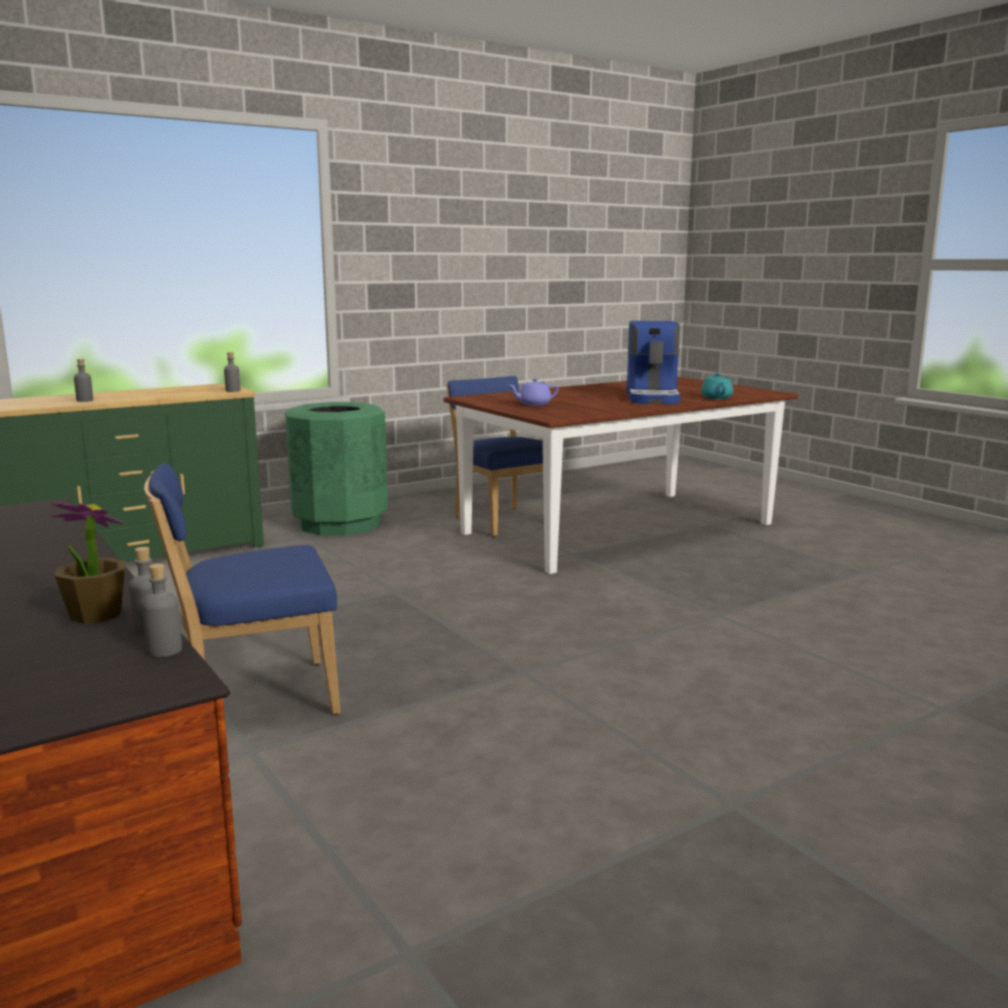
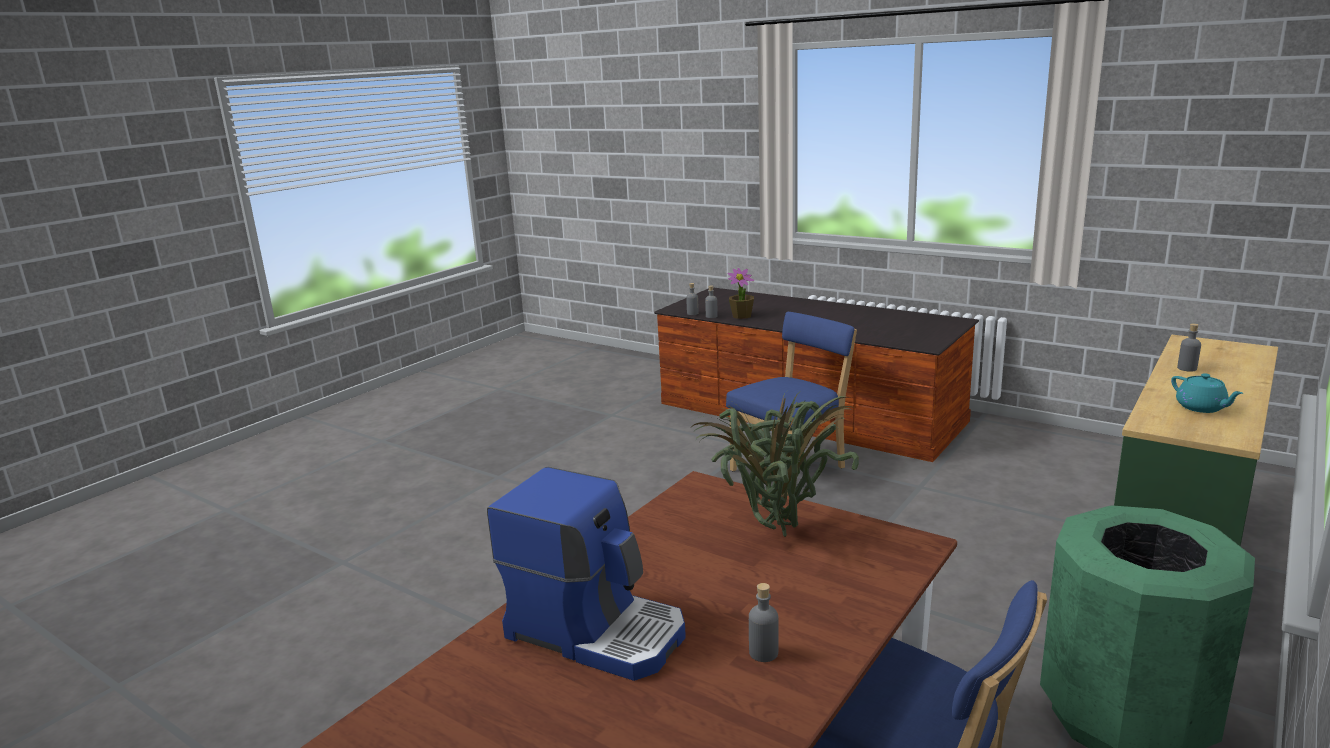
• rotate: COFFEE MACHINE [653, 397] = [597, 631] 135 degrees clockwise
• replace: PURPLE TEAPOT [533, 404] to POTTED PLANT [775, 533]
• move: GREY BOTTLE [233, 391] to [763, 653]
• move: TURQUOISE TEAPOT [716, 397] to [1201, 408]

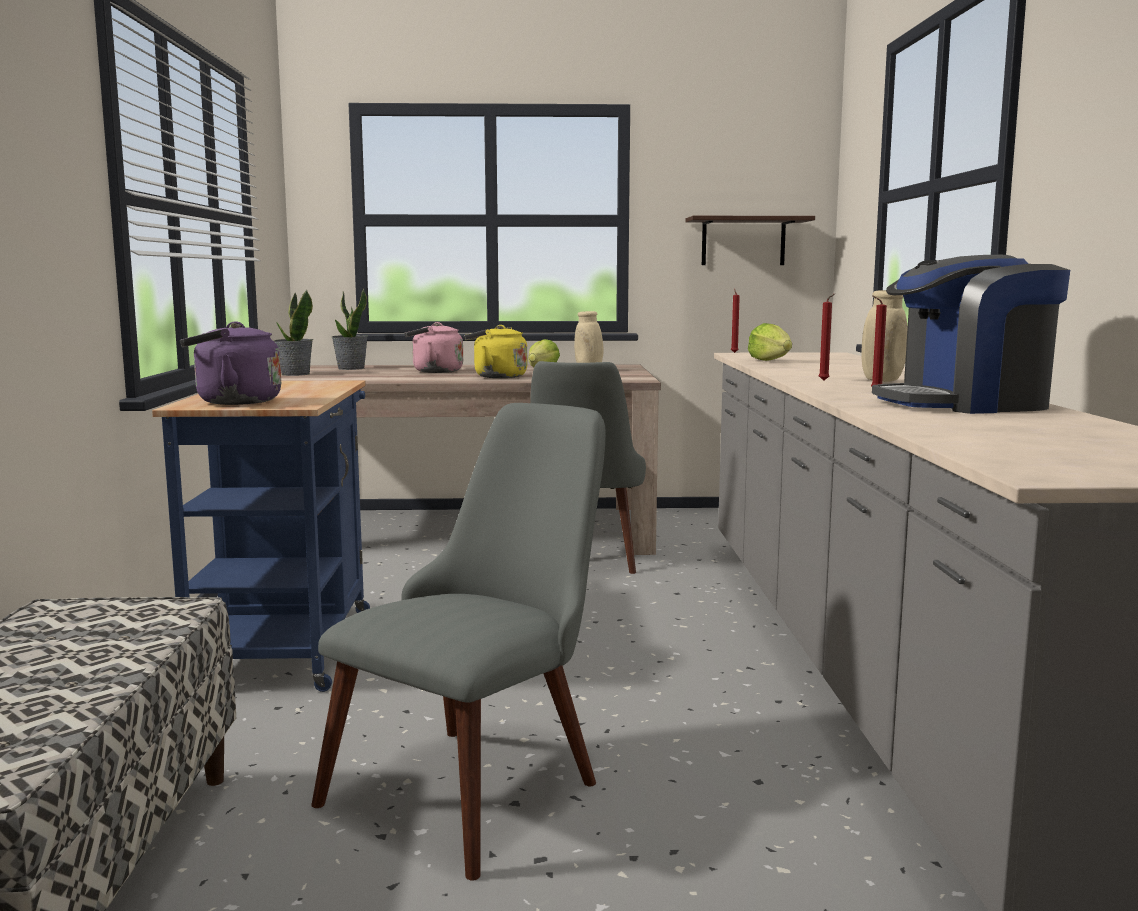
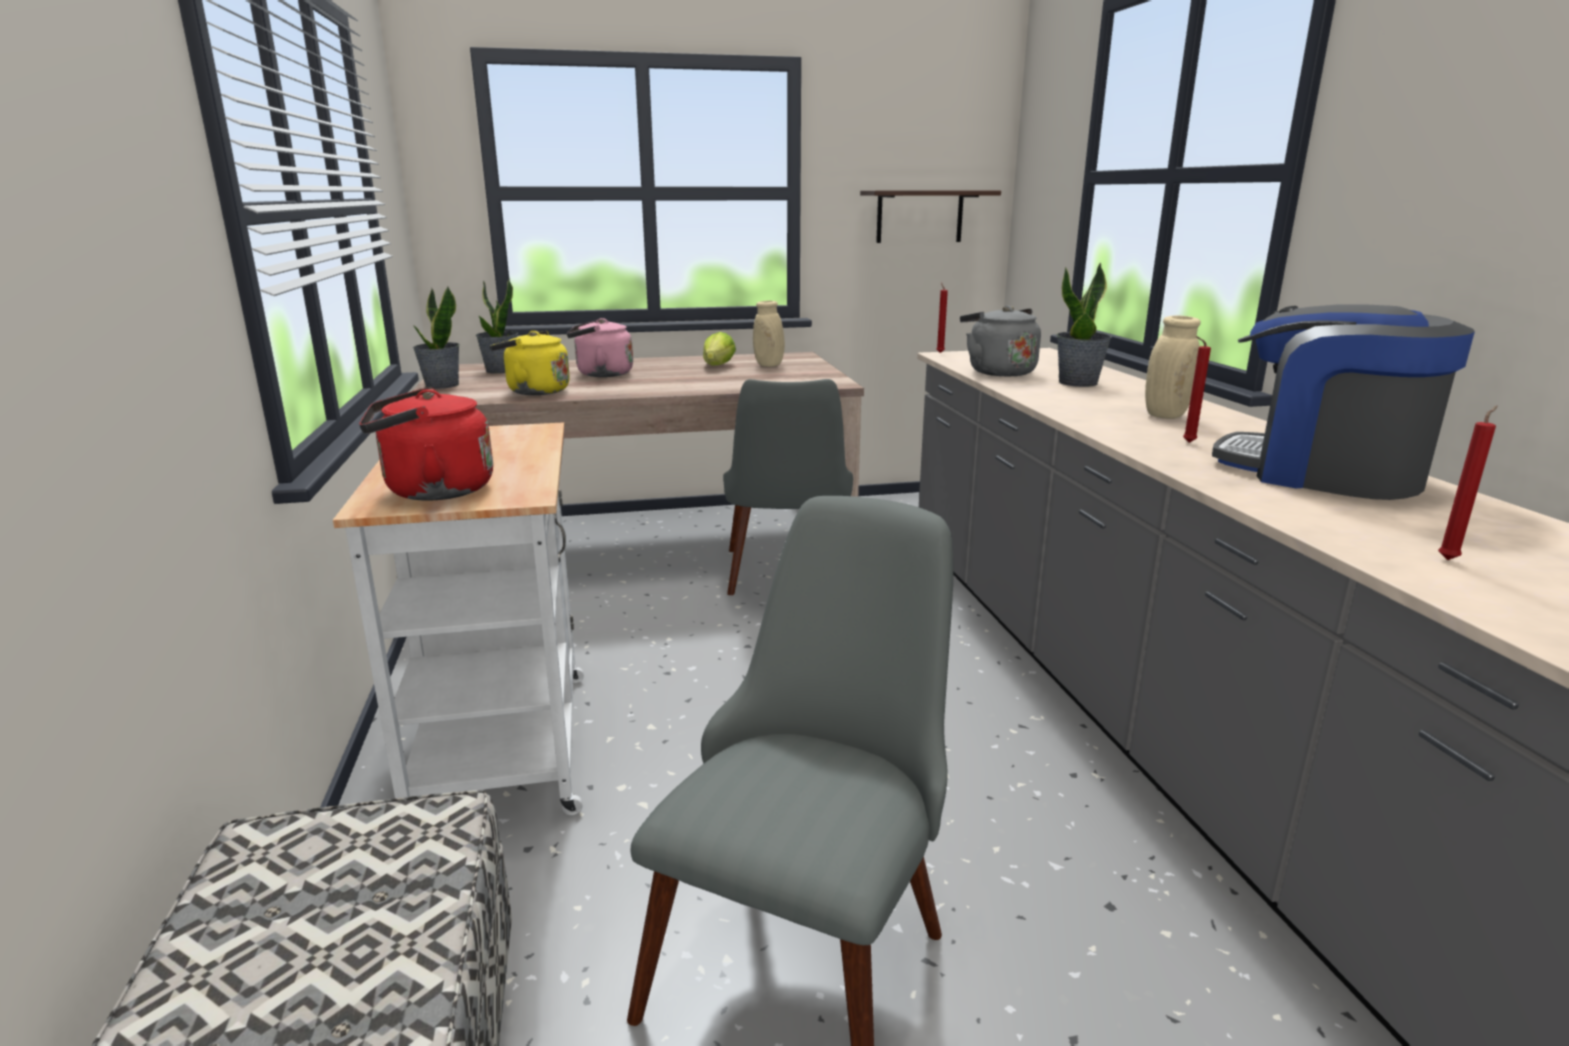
• recolor: BLUE CART [288, 643] to WHITE CART [504, 736]
• recolor: PURPLE KETTLE [233, 402] to RED KETTLE [432, 491]
• move: YELLOW KETTLE [496, 376] to [534, 391]
• replace: LETTUCE [770, 361] to GREY KETTLE [998, 372]
• insert: POTTED PLANT [1078, 383]
• rotate: COFFEE MACHINE [966, 404] = [1320, 473] 60 degrees clockwise
• move: RED CANDLE [825, 380] to [1449, 559]

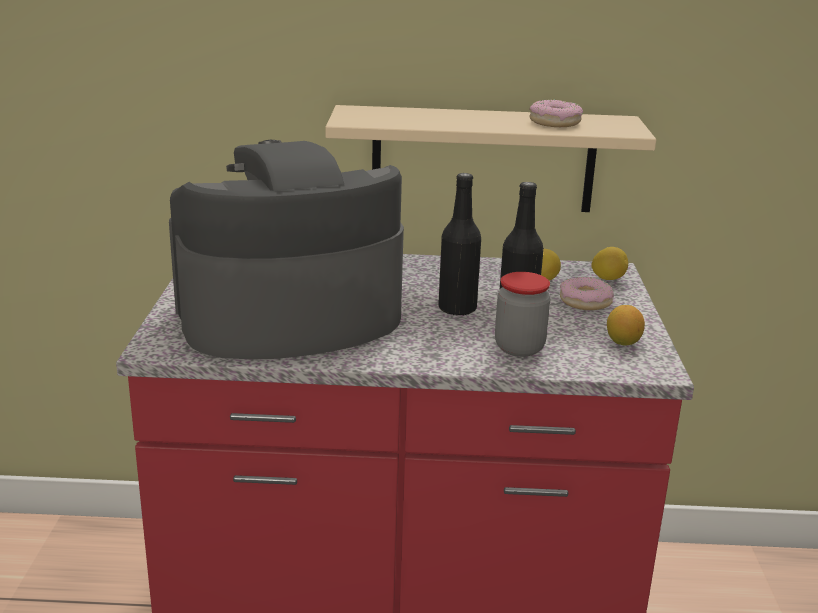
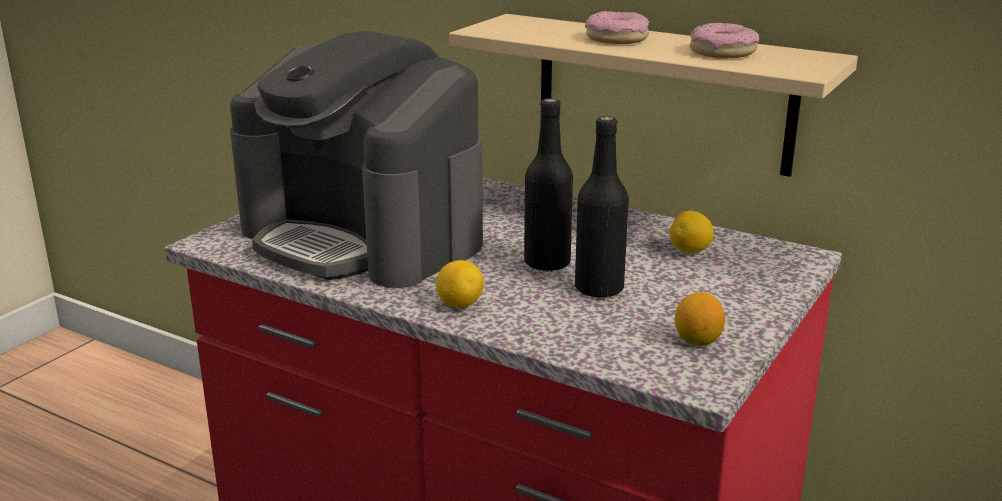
• rotate: COFFEE MACHINE [288, 316] = [364, 236] 150 degrees counterclockwise
• move: LEMON [608, 279] to [459, 305]
• move: DONUT [585, 302] to [617, 38]
• delete: JAR [519, 348]

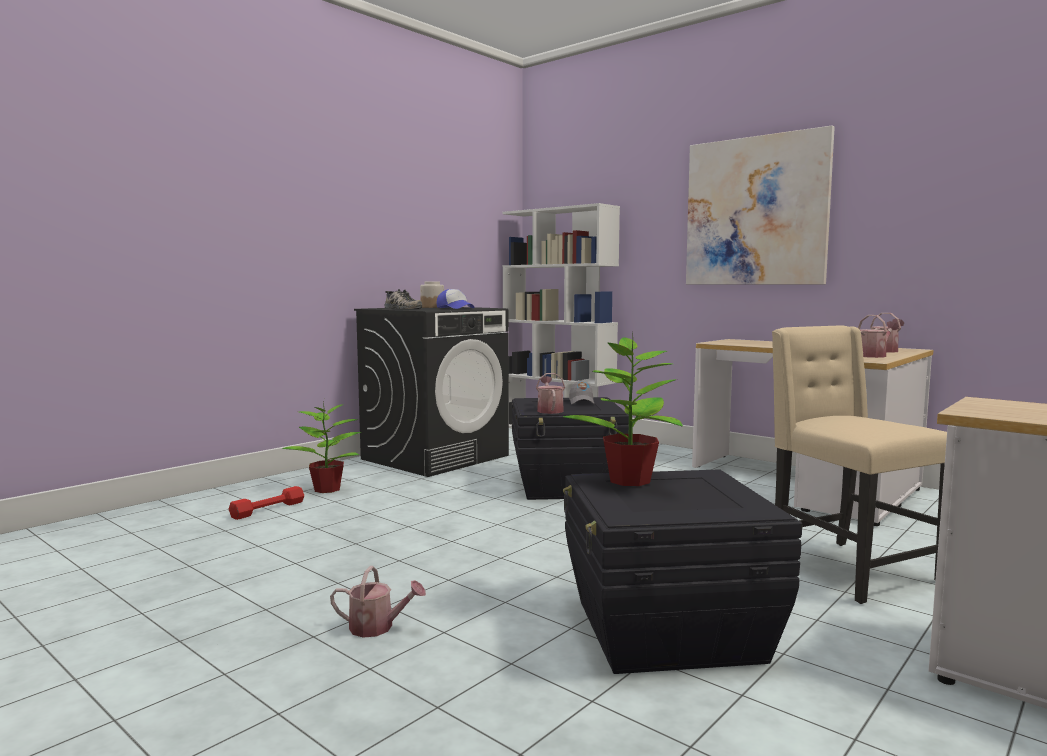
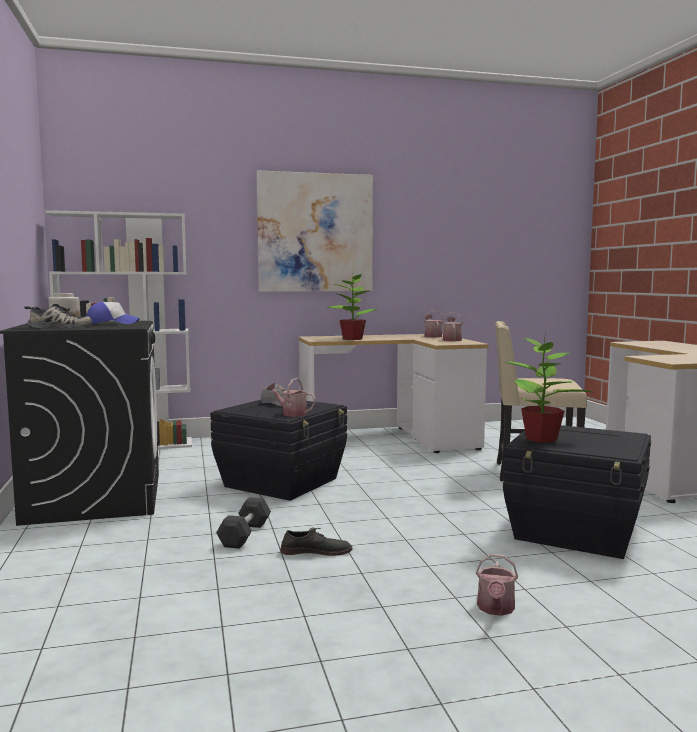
• insert: BLACK DUMBBELL [245, 534]
• insert: GREY SHOE [316, 551]
• move: POTTED PLANT [328, 489] to [352, 339]
• rotate: WATERING CAN [377, 627] = [495, 609] 150 degrees clockwise
• delete: RED DUMBBELL [267, 509]

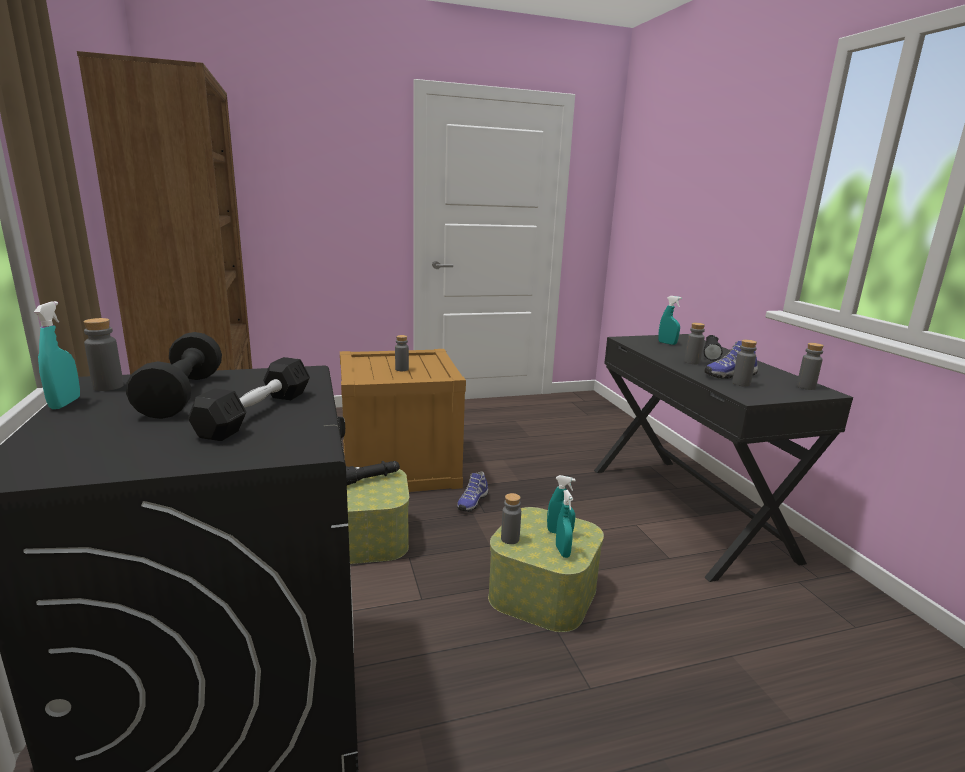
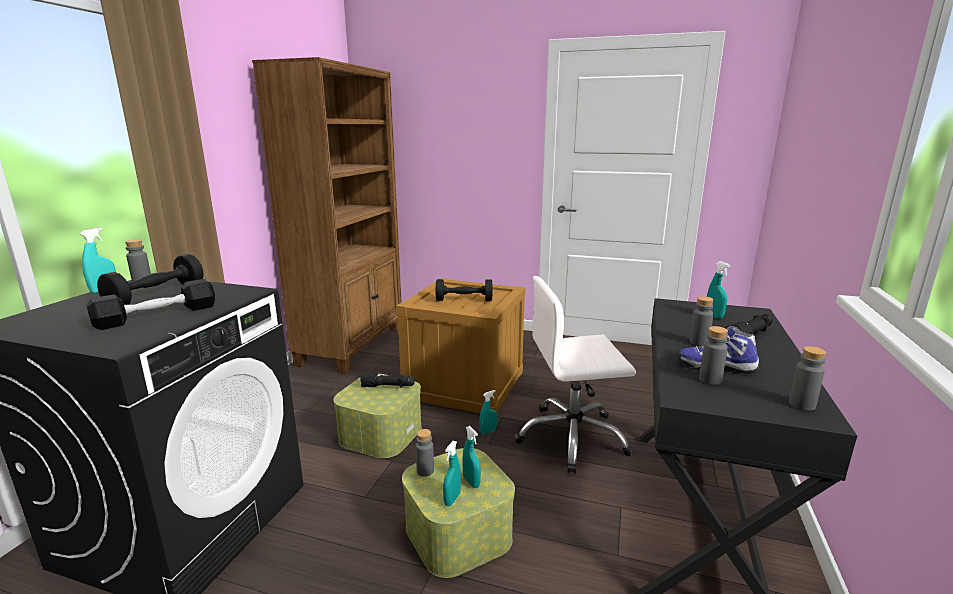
• replace: GREY BOTTLE [401, 369] to BLACK DUMBBELL [464, 300]
• replace: SHOE [472, 502] to TURQUOISE SPRAY BOTTLE [488, 431]
• insert: WHITE OFFICE CHAIR [572, 438]

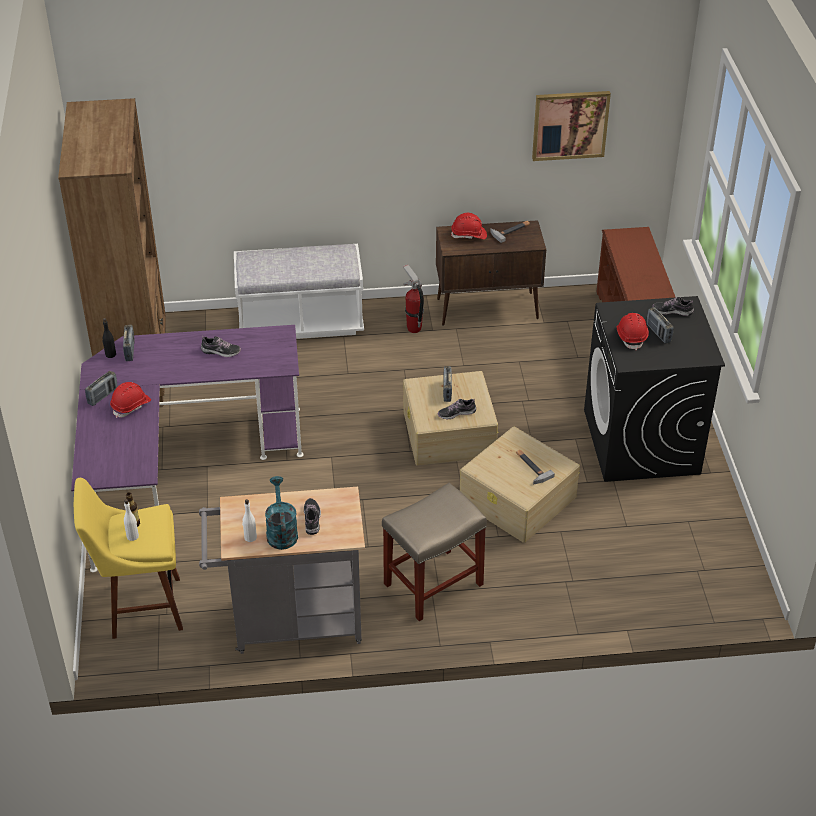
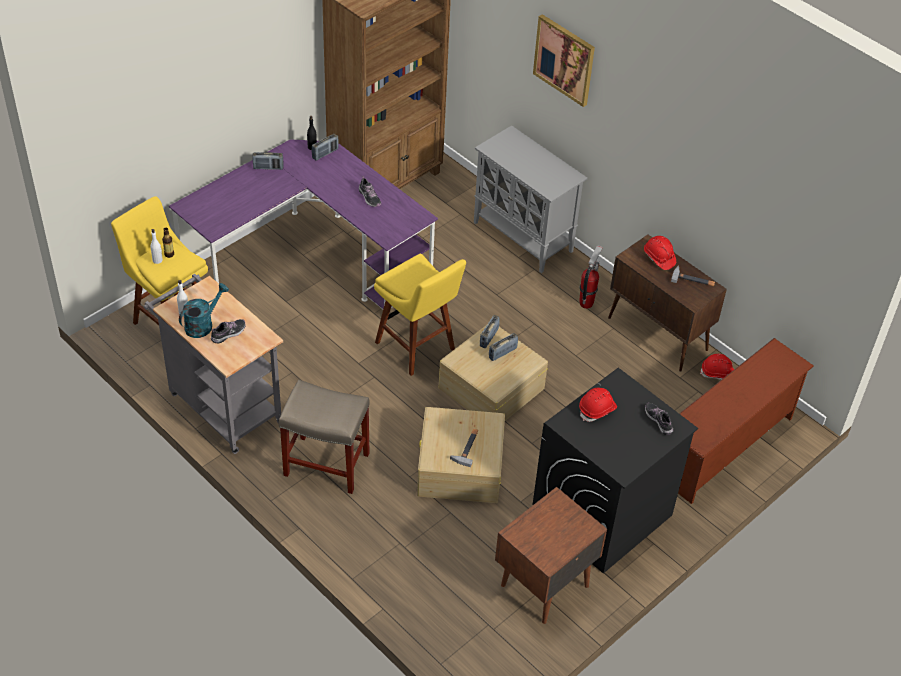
• insert: YELLOW STOOL [417, 348]
• replace: WHITE BENCH [301, 322] to GREY CABINET [523, 237]
• move: RADIO [658, 333] to [489, 338]
• insert: BROWN NIGHTSTAND [543, 585]
• move: PICTURE [570, 125] to [564, 59]
• move: RED HARD HAT [131, 406] to [718, 373]
• delete: SHOE [456, 413]

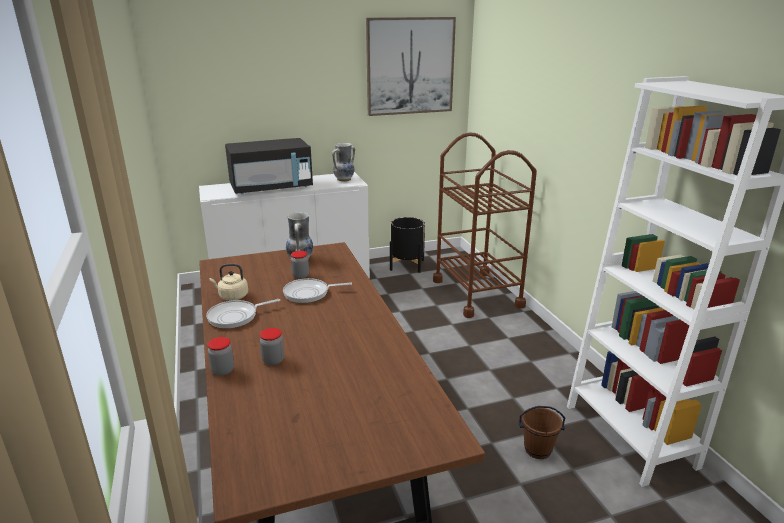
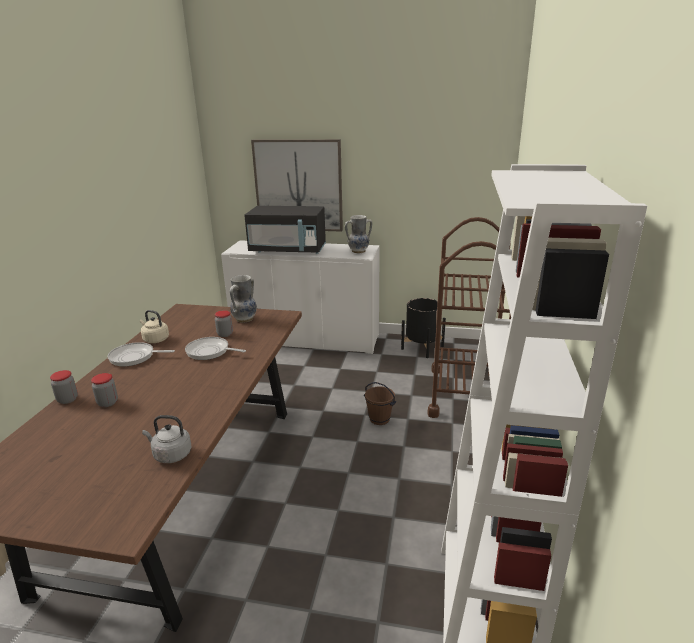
• insert: GREY KETTLE [171, 455]
• move: PICTURE [410, 66] to [298, 185]
• move: BROWN BUCKET [537, 449] to [379, 419]

